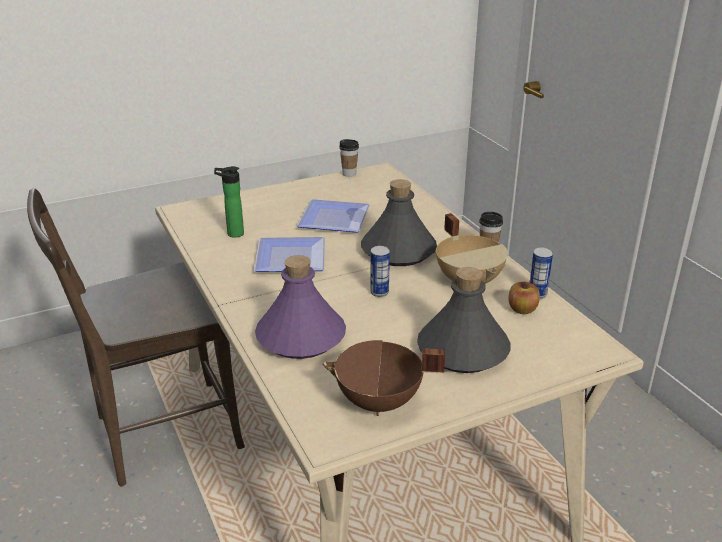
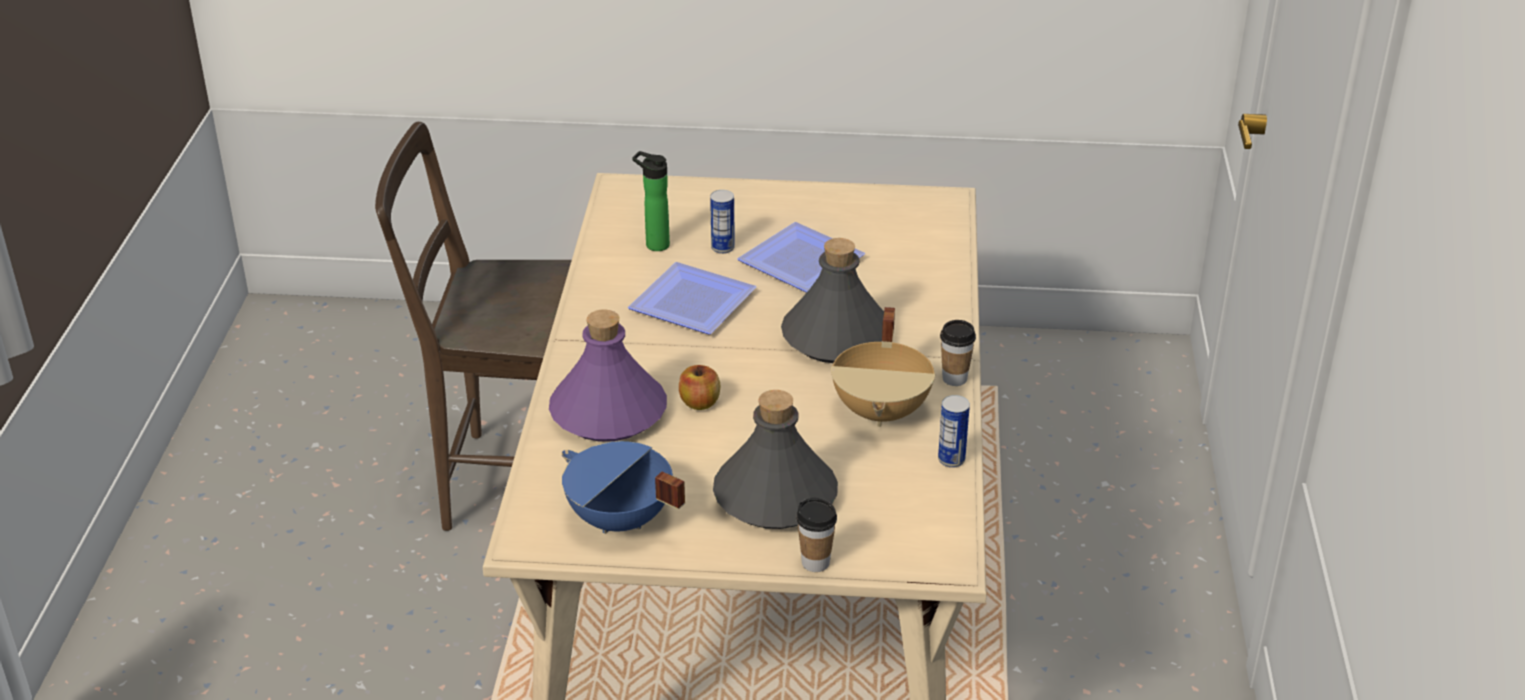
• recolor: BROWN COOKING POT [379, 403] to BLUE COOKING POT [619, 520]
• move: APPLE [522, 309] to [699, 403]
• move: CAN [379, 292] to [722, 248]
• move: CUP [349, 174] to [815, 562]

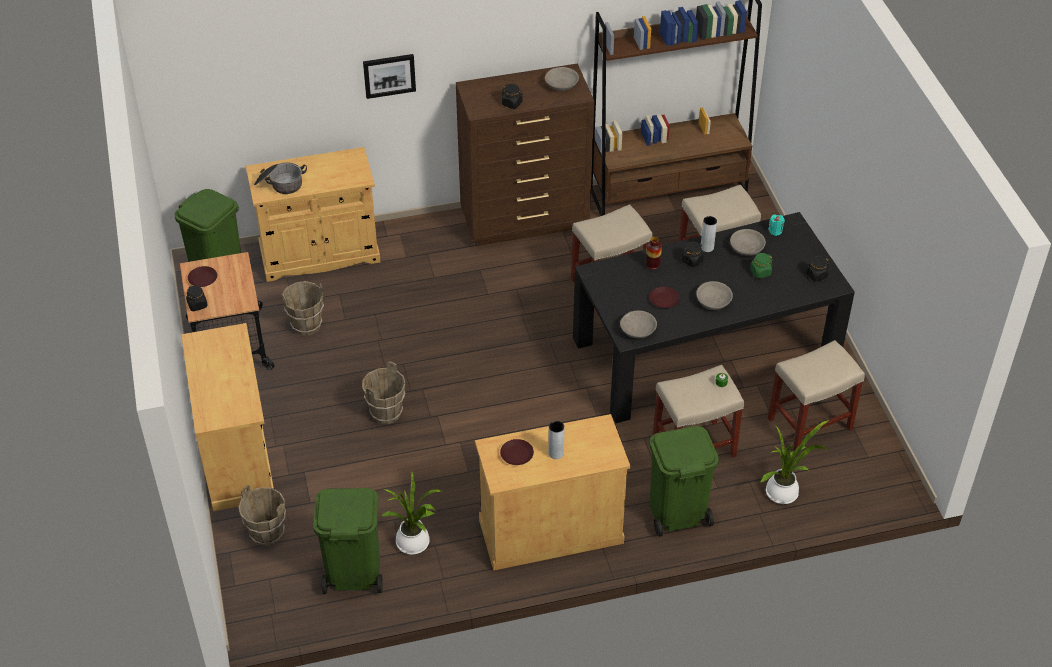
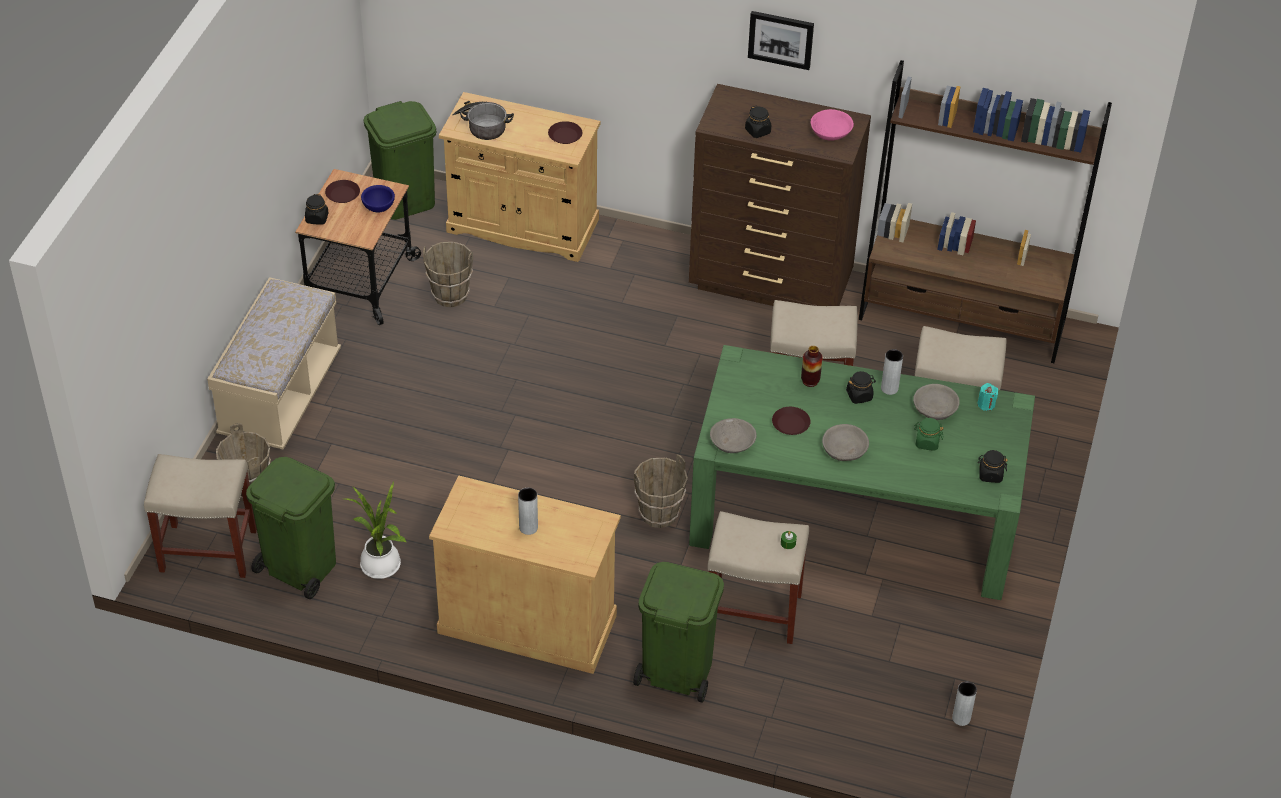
• move: BEIGE STOOL [809, 424] to [207, 550]
• replace: BEIGE CABINET [237, 455] to BEIGE BENCH [280, 396]
• insert: BLUE BOWL [378, 207]
• move: BROWN PLATE [516, 454] to [565, 135]
• move: BROWN BUCKET [386, 413] to [659, 514]
• recolor: BLACK DINING TABLE [705, 350] to GREEN DINING TABLE [855, 514]
• move: PICTURE [389, 75] to [781, 39]
• recolor: GREY BOWL [561, 85] to PINK BOWL [831, 132]
• insert: GREY VASE [961, 718]
• delete: POTTED PLANT [784, 492]

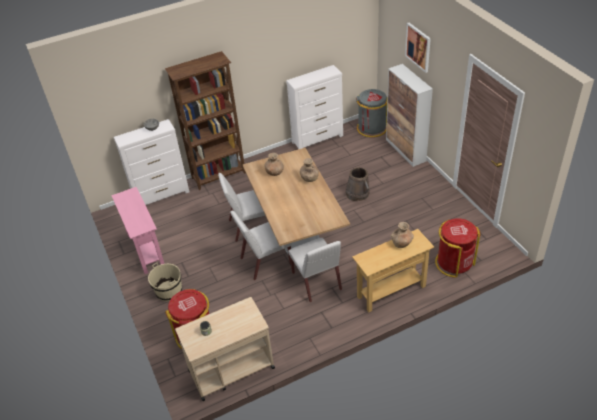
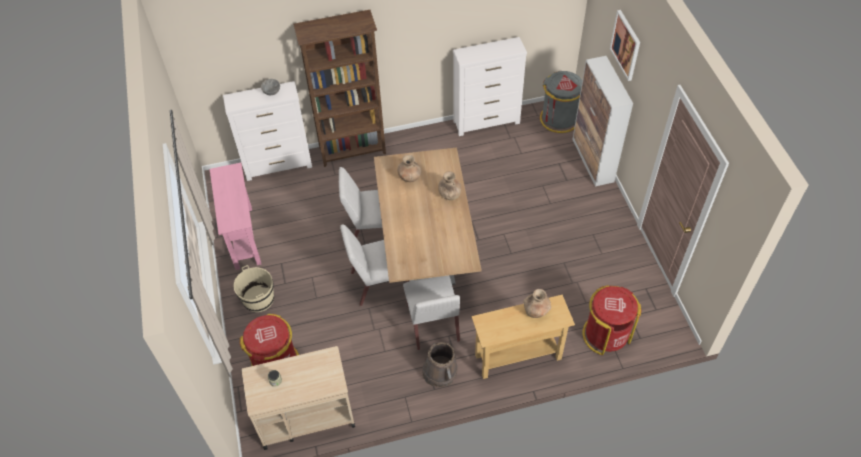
• move: BROWN BUCKET [357, 193] to [440, 372]

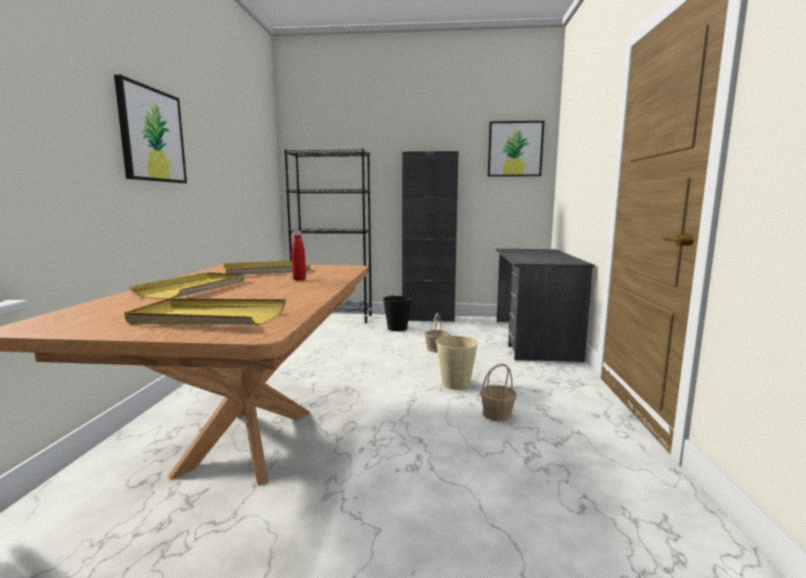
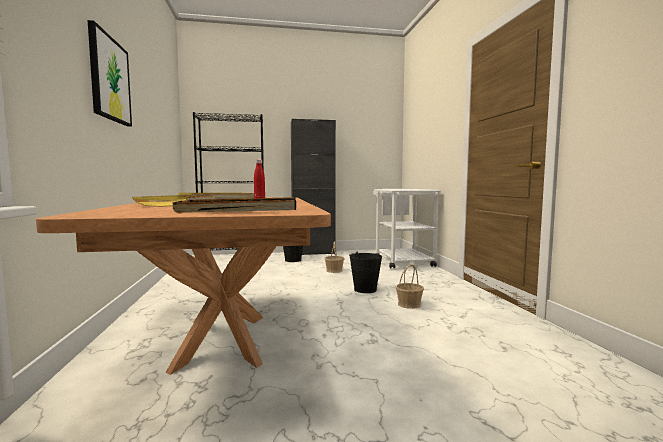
• recolor: YELLOW TRAY [208, 317] to BLACK TRAY [239, 210]
• recolor: BEIGE BUCKET [456, 383] to BLACK BUCKET [365, 289]
• replace: GREY DESK [533, 339] to WHITE CART [401, 260]
• delete: PICTURE [515, 149]

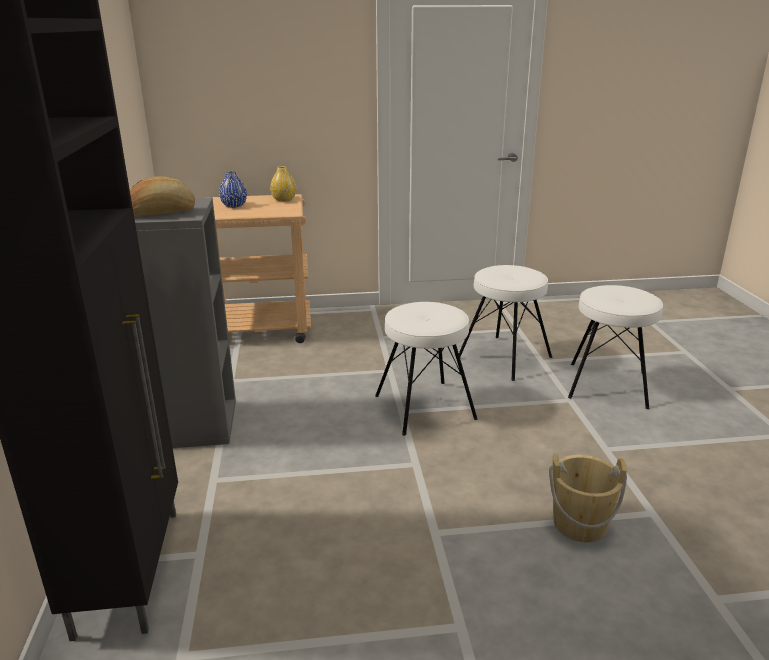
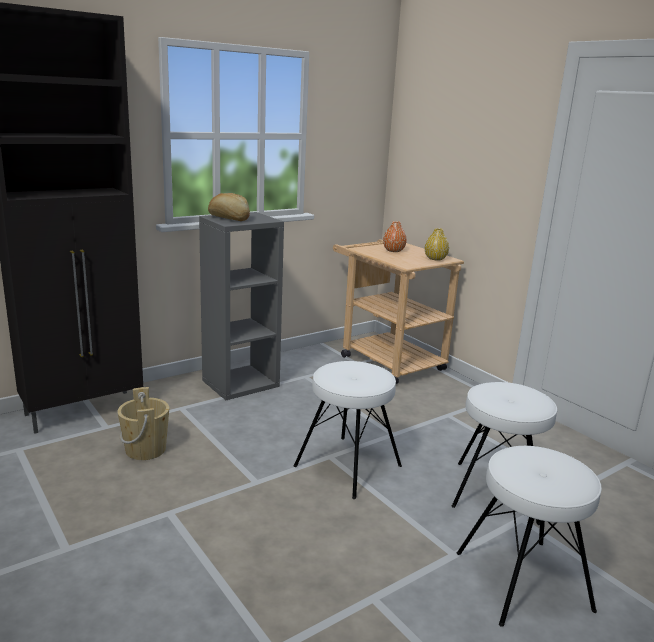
• move: BEIGE BUCKET [579, 524] to [145, 449]
• recolor: BLUE VASE [234, 206] to ORANGE VASE [393, 250]

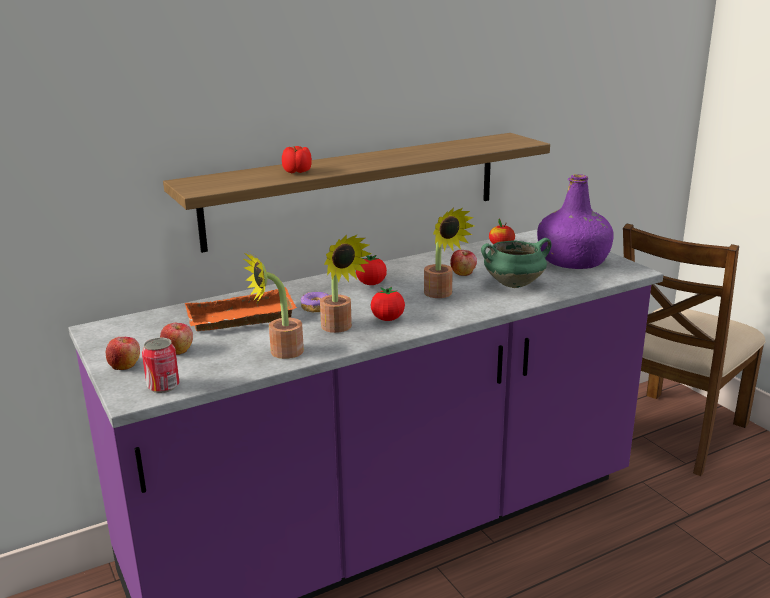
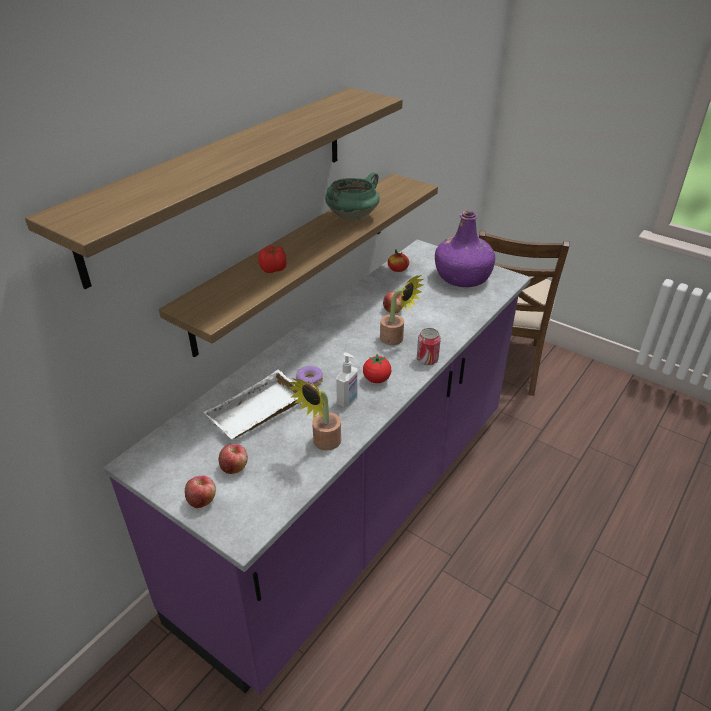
• insert: SHELF [225, 177]
• recolor: ORANGE TRAY [240, 320] to WHITE TRAY [257, 413]
• move: GREEN COOKING POT [514, 284] to [352, 216]
• replace: POTTED PLANT [339, 328] to SOAP DISPENSER [348, 401]
• move: CAN [163, 386] to [427, 359]
• delete: TOMATO [371, 284]

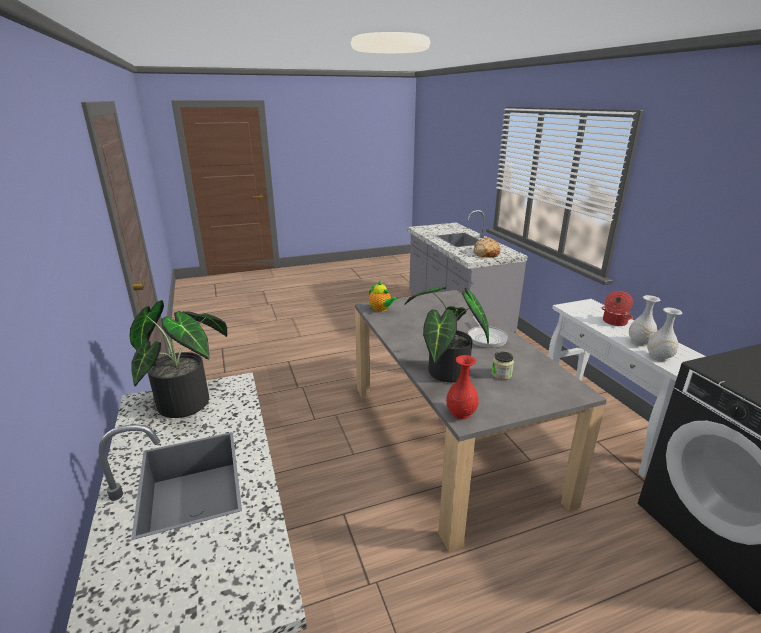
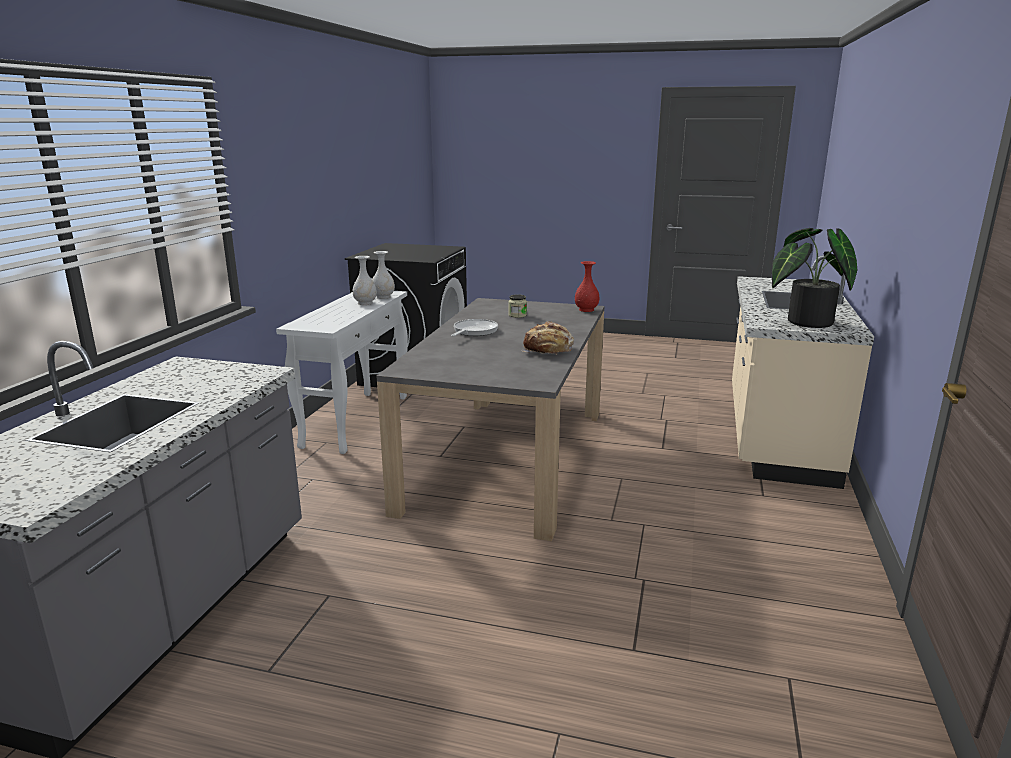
• move: BREAD [486, 253] to [548, 350]
• delete: TEAPOT [381, 309]
• delete: POTTED PLANT [444, 374]
• delete: COOKING POT [614, 322]

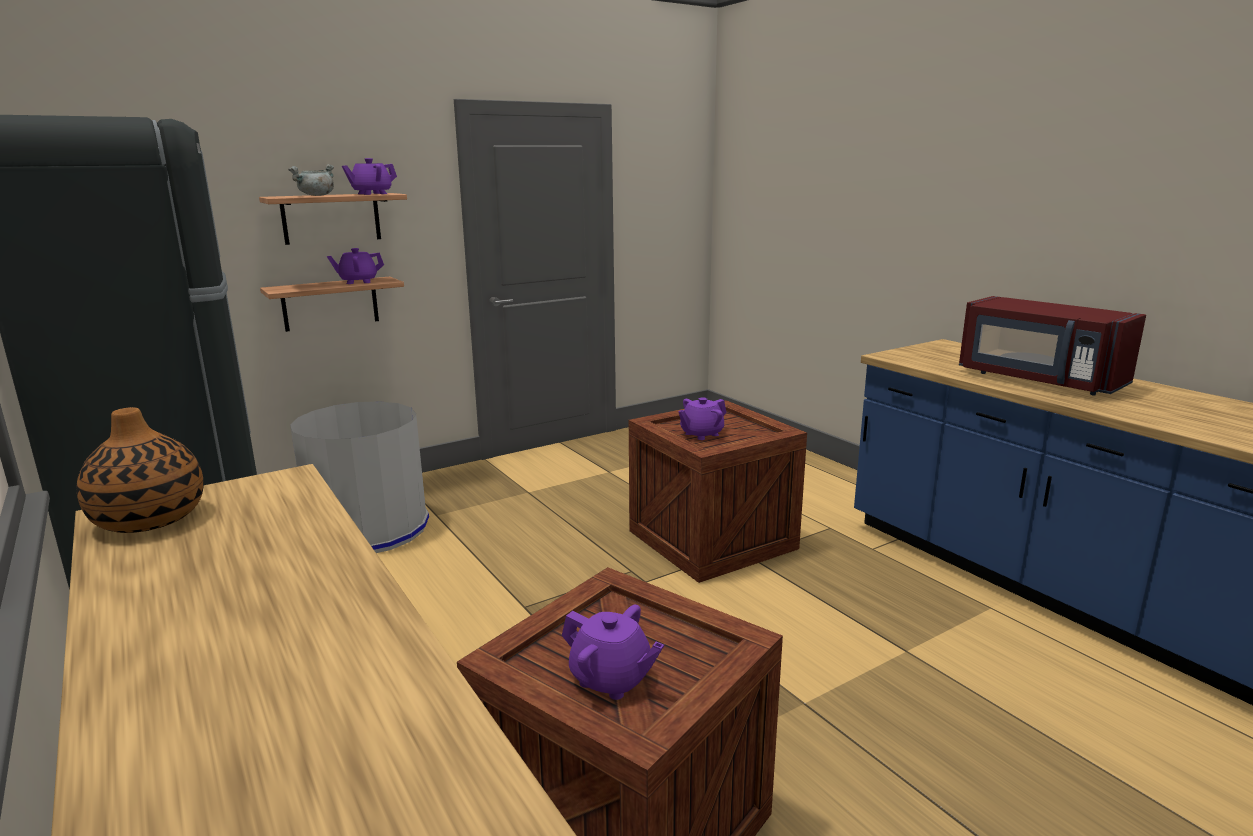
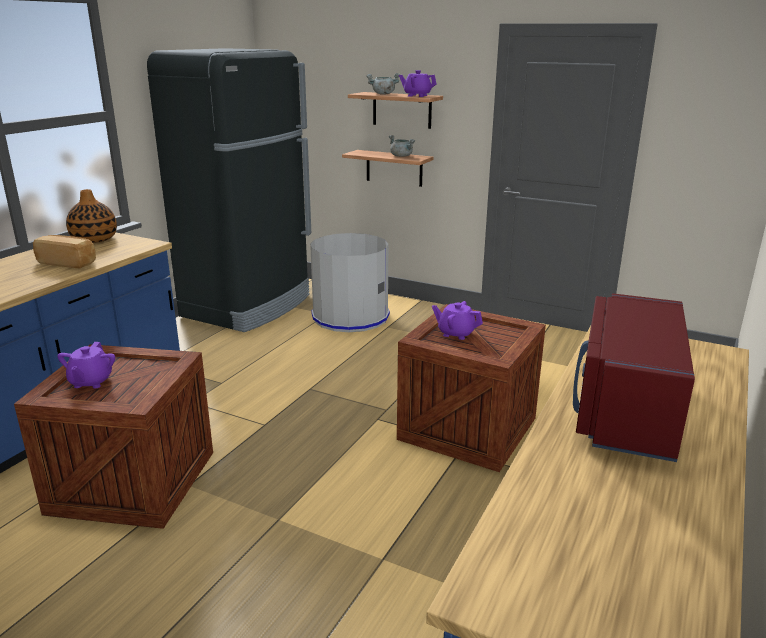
• insert: BREAD [67, 263]
• replace: PURPLE TEAPOT [358, 282] to GREY COOKING POT [402, 156]

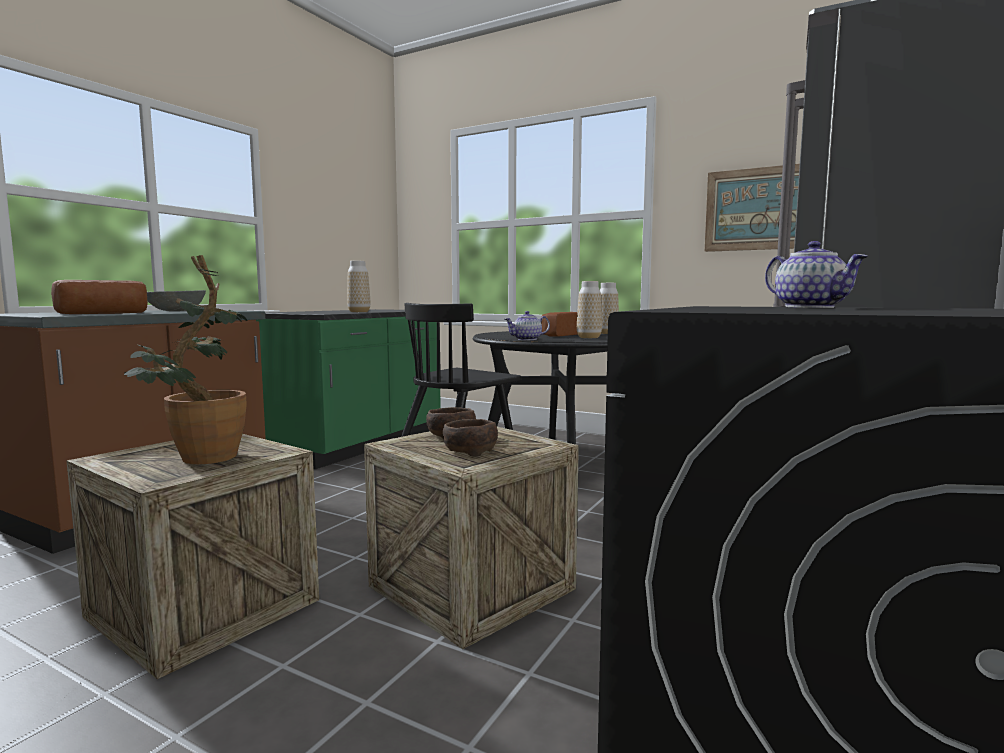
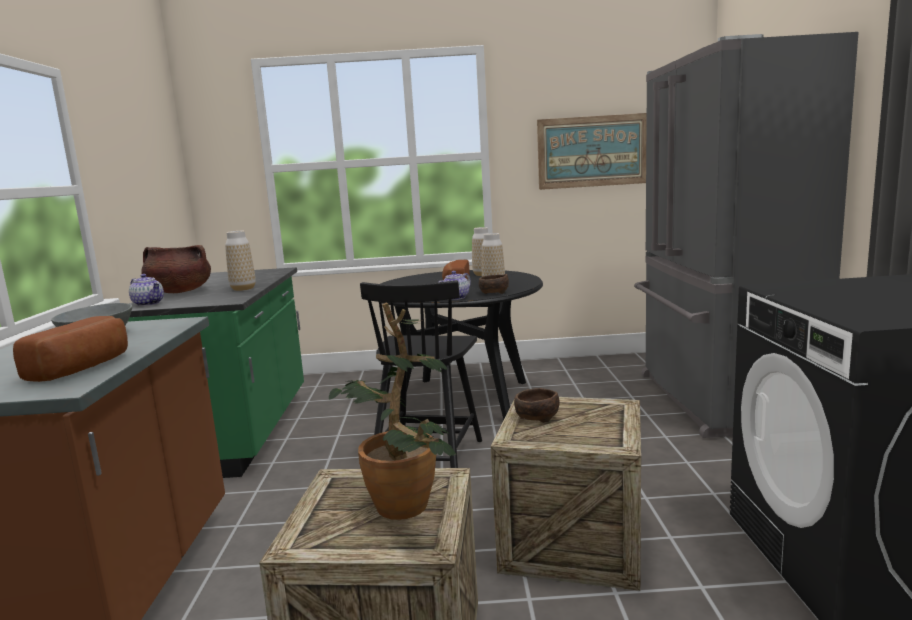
• move: TEAPOT [811, 307] to [149, 303]
• insert: BROWN COOKING POT [179, 292]
• move: BROWN BOWL [469, 451] to [493, 292]

